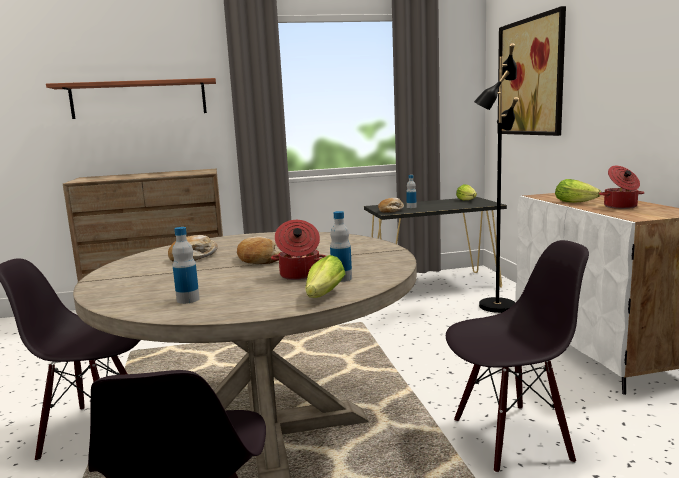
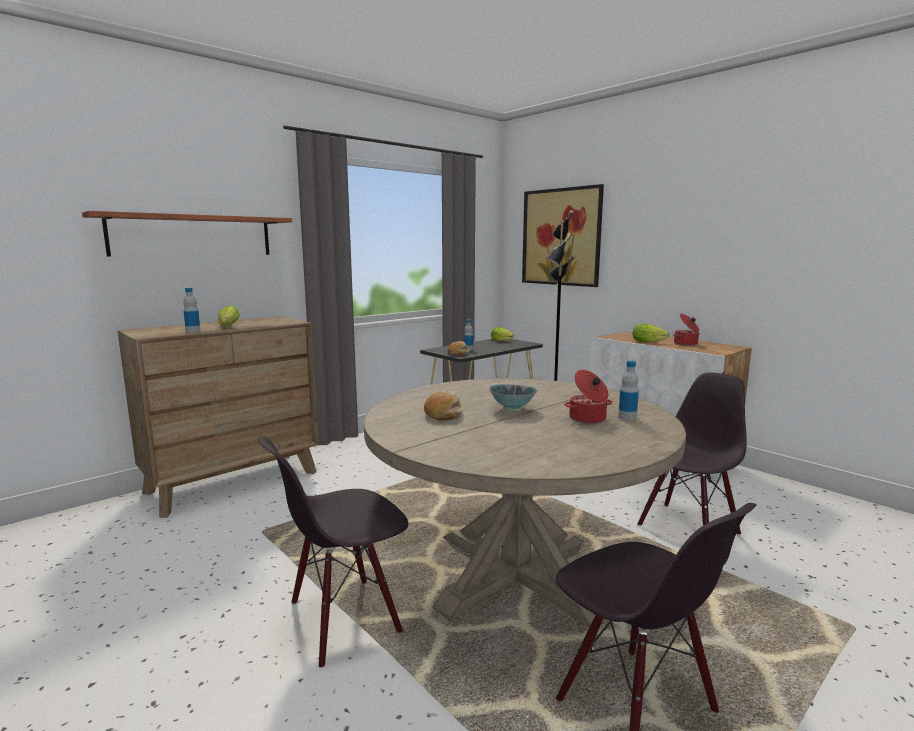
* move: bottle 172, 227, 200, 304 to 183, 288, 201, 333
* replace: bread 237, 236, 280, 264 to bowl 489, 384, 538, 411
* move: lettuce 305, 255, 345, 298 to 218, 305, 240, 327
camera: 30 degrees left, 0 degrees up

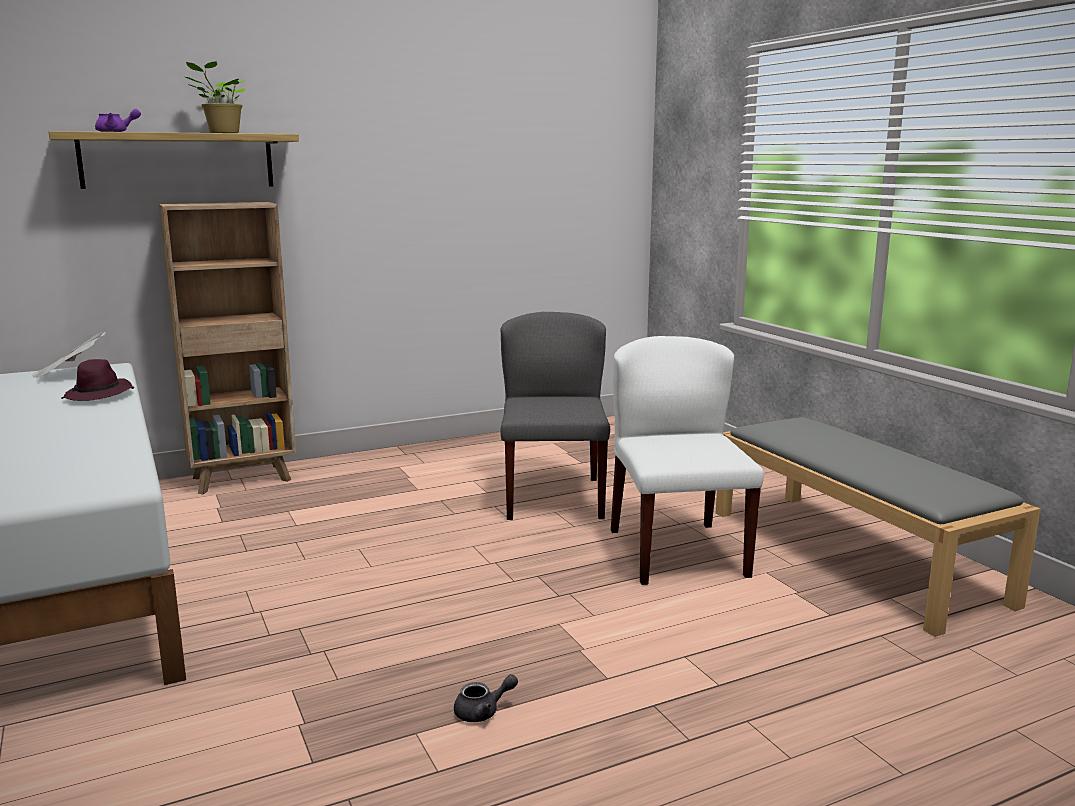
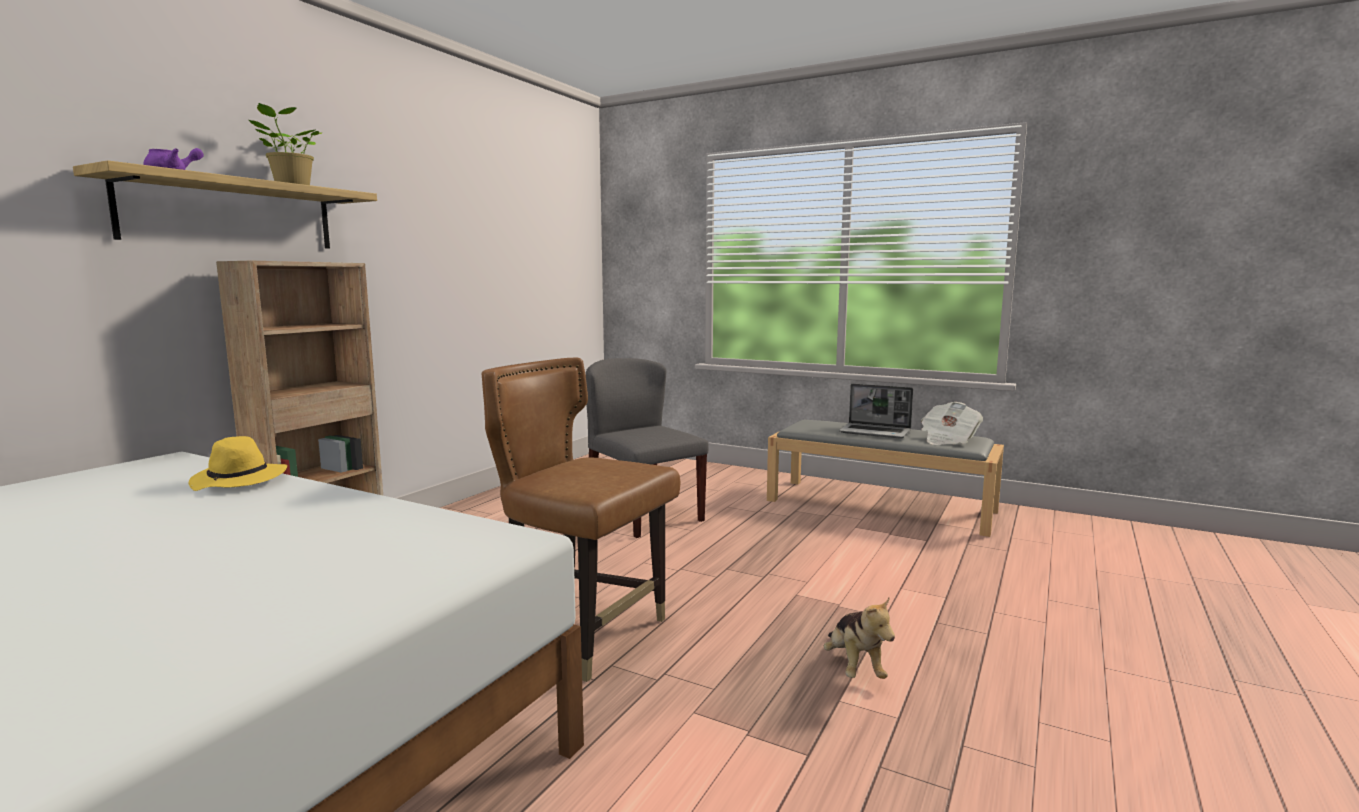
* move: newspaper 32, 332, 106, 379 to 921, 402, 983, 445
* delete: chair/white 611, 336, 764, 585
* recolor: hat/purple 61, 359, 134, 401 to hat/yellow 188, 436, 287, 491
* replace: teapot/grey 454, 674, 518, 722 to plush toy 824, 596, 895, 679
* insert: chair/brown 482, 357, 680, 682
* insert: laptop 839, 384, 913, 439
camera: 35 degrees left, 5 degrees down

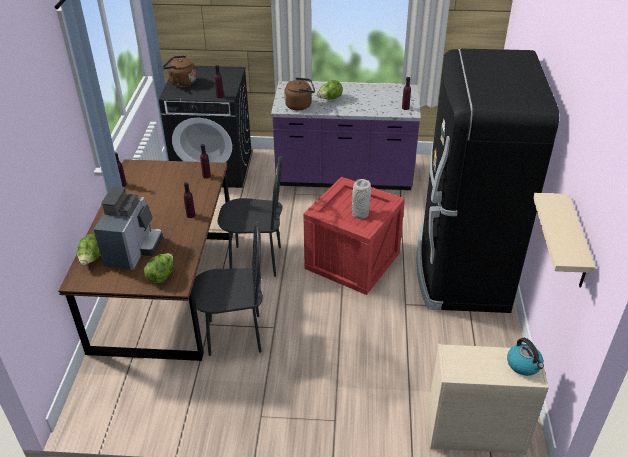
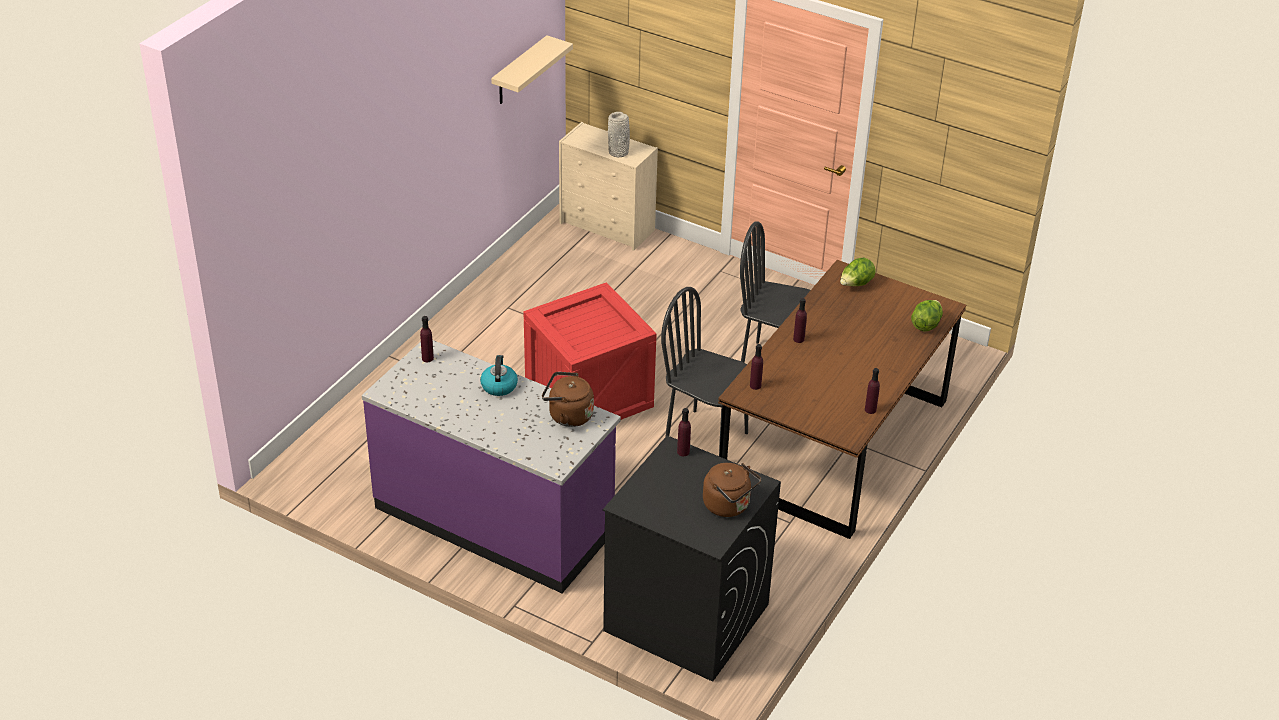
* delete: fridge/black 416, 49, 559, 313
* delete: lettuce 317, 80, 343, 100
* move: vase/grey 352, 179, 371, 219 to 608, 112, 630, 157
* delete: coffee machine 94, 186, 163, 270
* move: kettle 507, 338, 544, 376 to 480, 355, 518, 396
camera: 155 degrees left, 0 degrees up

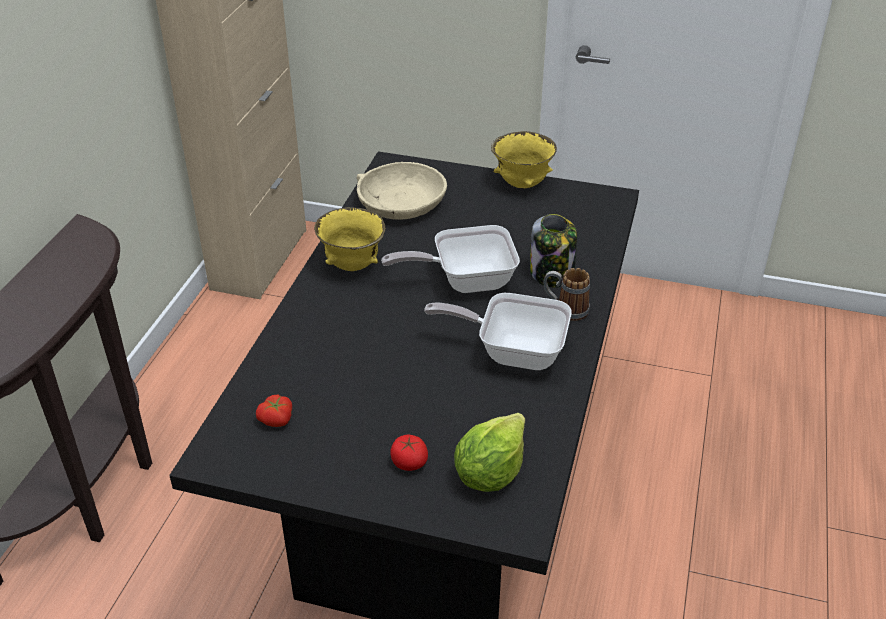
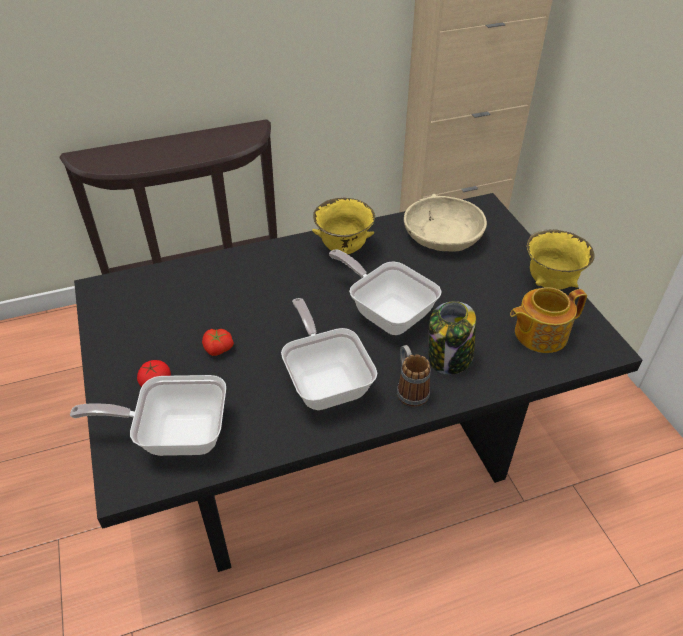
* move: tomato 256, 395, 292, 427 to 202, 329, 234, 356
* replace: lettuce 454, 413, 525, 492 to frying pan 70, 375, 226, 456
* insert: teapot 510, 287, 587, 353
camera: 55 degrees right, 5 degrees up

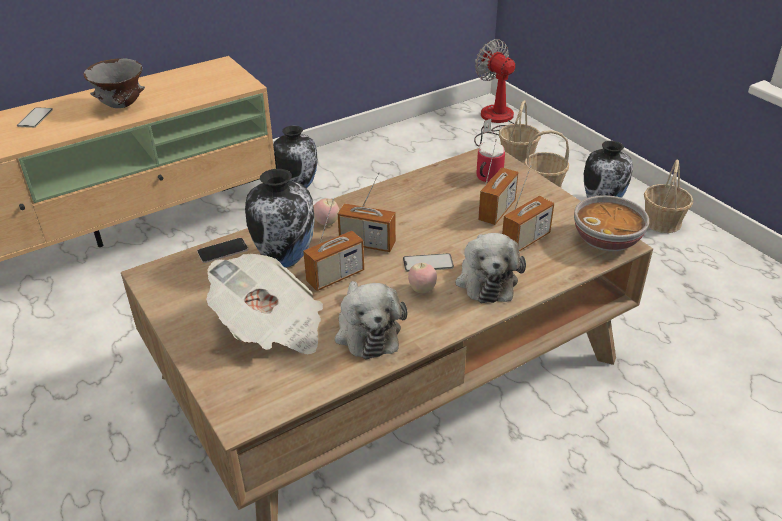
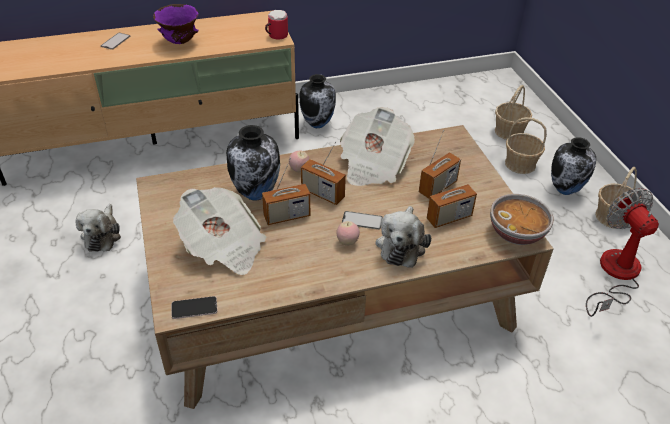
* move: fan 474, 39, 515, 147 to 586, 188, 659, 317
* recolor: bowl/grey 83, 58, 145, 108 to bowl/purple 153, 4, 199, 44
* move: mug 477, 142, 505, 182 to 265, 10, 288, 40
* move: phone 197, 238, 248, 263 to 171, 296, 217, 319
* move: plush toy 335, 281, 407, 359 to 75, 204, 121, 252
* insert: newspaper 340, 107, 415, 186
camera: 15 degrees right, 5 degrees up

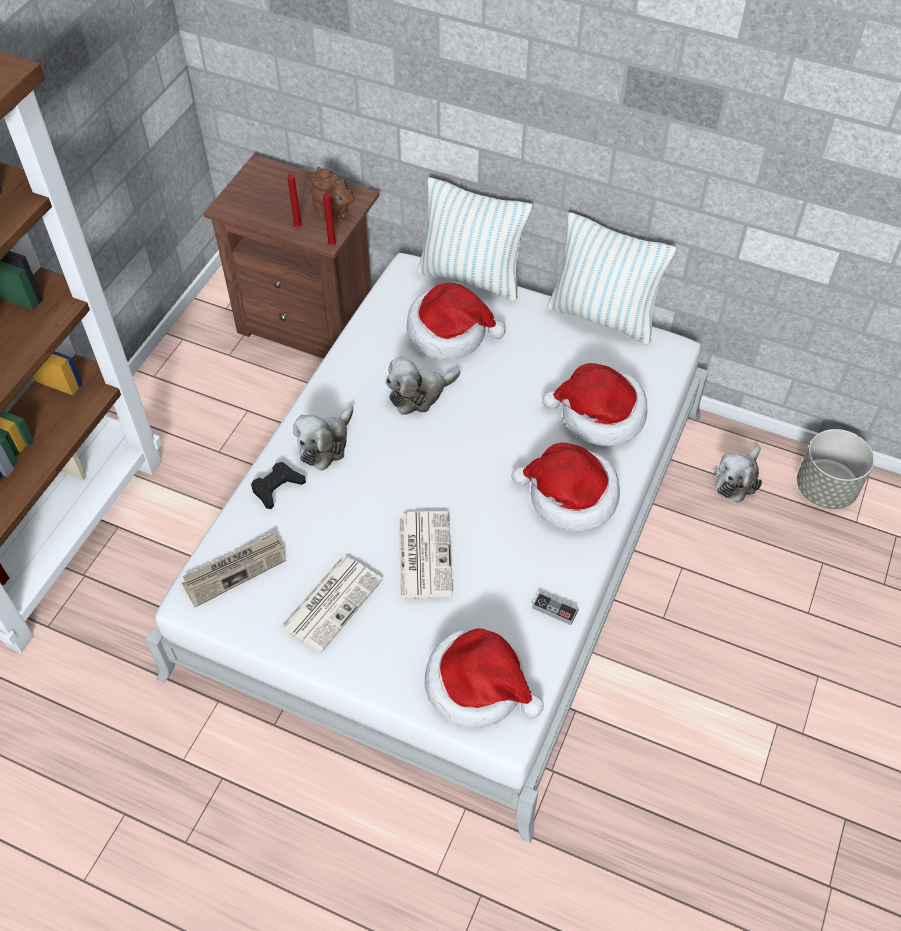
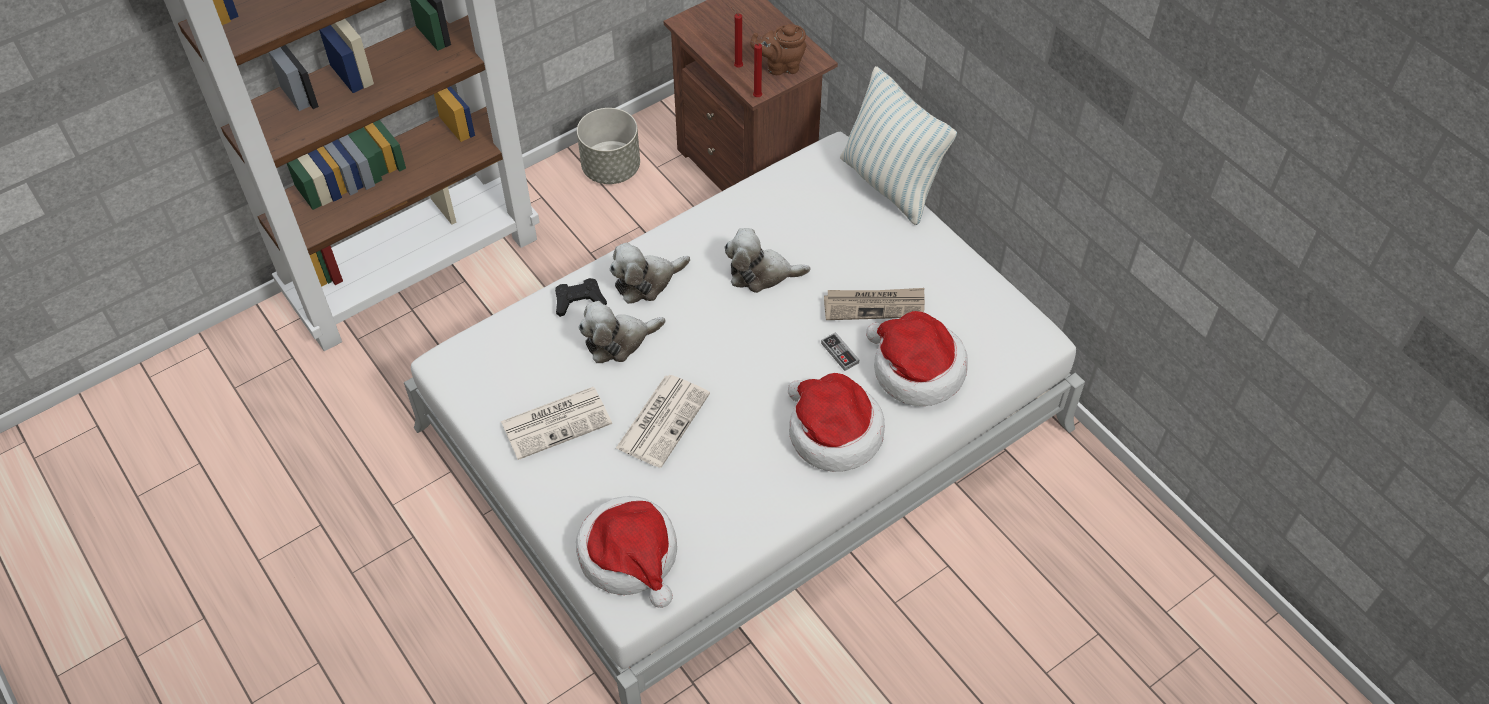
* rotate: teapot/brown 311, 167, 355, 221 = 750, 24, 807, 75 105 degrees clockwise
* delete: pillow 547, 212, 676, 345
* delete: hat 407, 283, 506, 360
* move: planter/grey 797, 429, 874, 509 to 577, 108, 640, 184
* move: plush toy 714, 446, 762, 503 to 578, 301, 665, 363
* move: newspaper 182, 532, 287, 607 to 824, 288, 925, 320
* move: game controller 532, 591, 579, 625 to 821, 332, 859, 371
camera: 30 degrees right, 0 degrees up

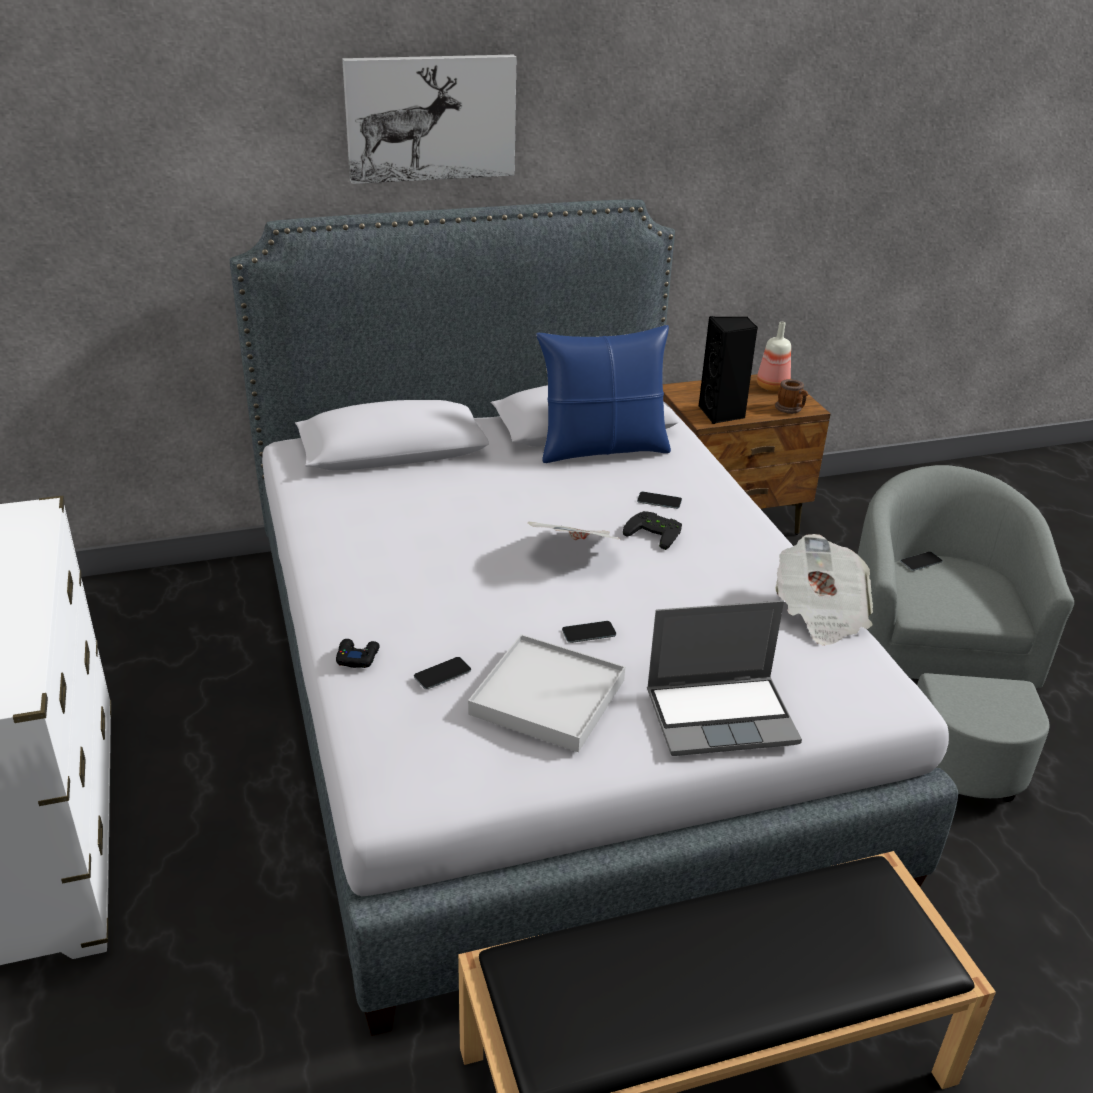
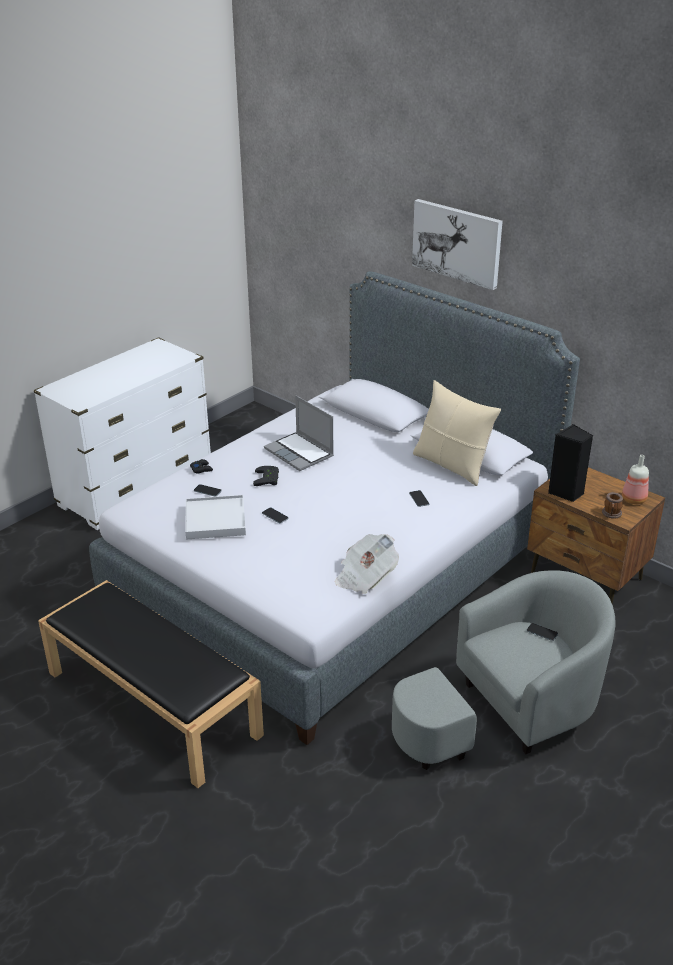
* recolor: pillow/blue 536, 325, 671, 463 to pillow/beige 413, 380, 501, 486
* move: game controller/black 623, 511, 682, 550 to 253, 466, 279, 486
* delete: newspaper 528, 522, 620, 540
* move: laptop 647, 601, 802, 756 to 264, 395, 334, 471
camera: 60 degrees right, 0 degrees up

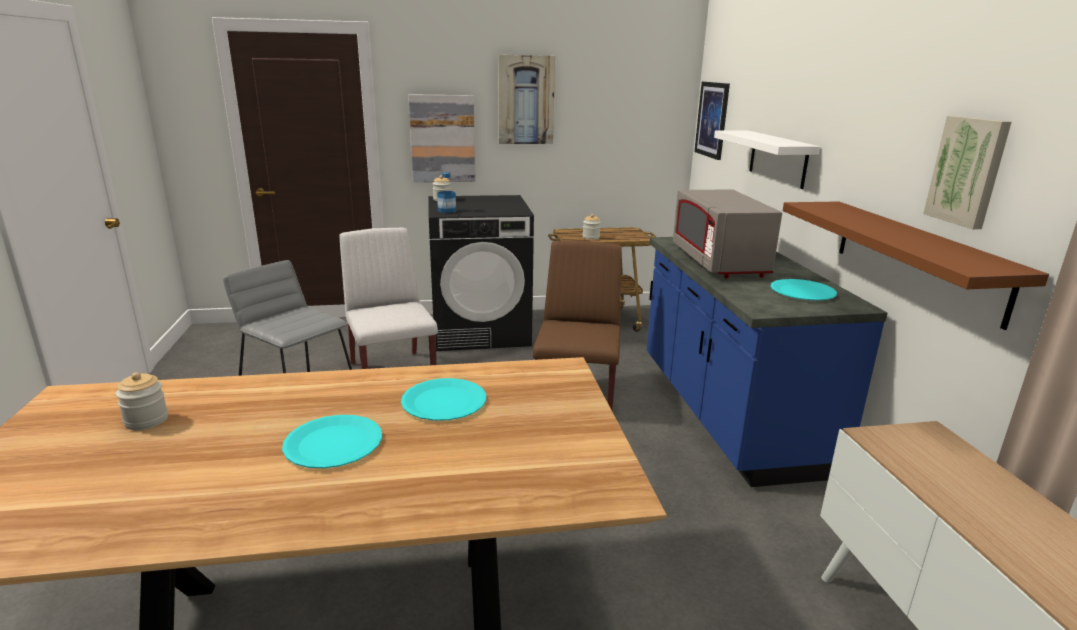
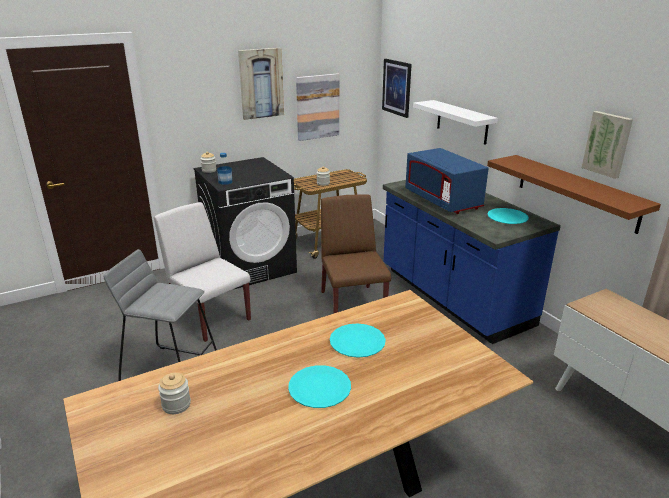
* move: picture 408, 94, 475, 182 to 296, 73, 339, 141
* recolor: microwave/grey 673, 190, 782, 278 to microwave/blue 405, 148, 489, 214
camera: 20 degrees left, 5 degrees up

